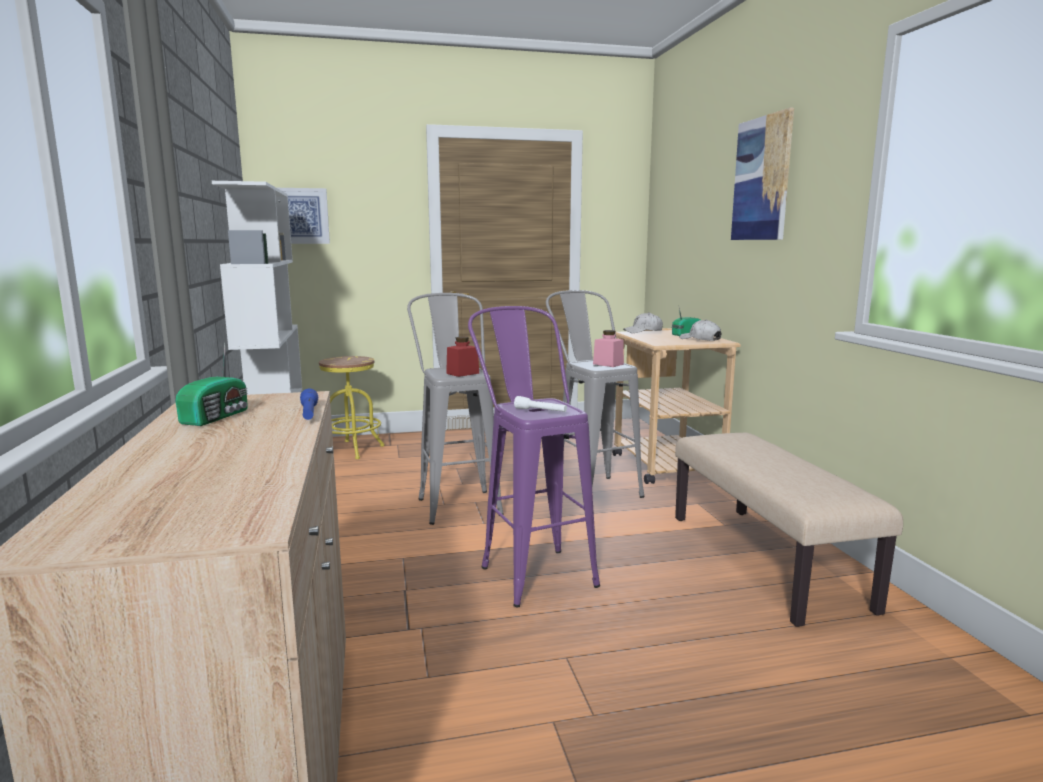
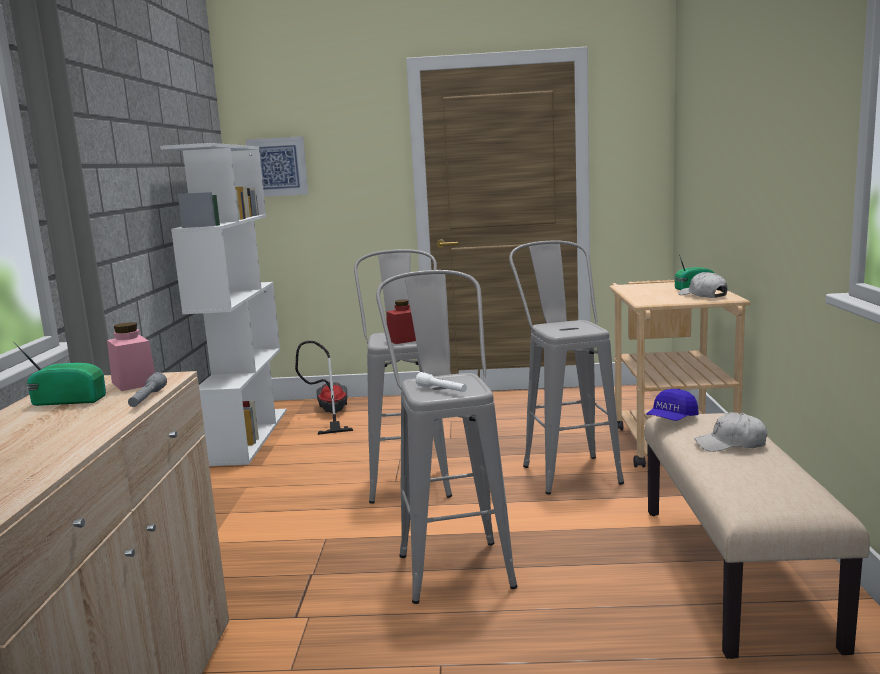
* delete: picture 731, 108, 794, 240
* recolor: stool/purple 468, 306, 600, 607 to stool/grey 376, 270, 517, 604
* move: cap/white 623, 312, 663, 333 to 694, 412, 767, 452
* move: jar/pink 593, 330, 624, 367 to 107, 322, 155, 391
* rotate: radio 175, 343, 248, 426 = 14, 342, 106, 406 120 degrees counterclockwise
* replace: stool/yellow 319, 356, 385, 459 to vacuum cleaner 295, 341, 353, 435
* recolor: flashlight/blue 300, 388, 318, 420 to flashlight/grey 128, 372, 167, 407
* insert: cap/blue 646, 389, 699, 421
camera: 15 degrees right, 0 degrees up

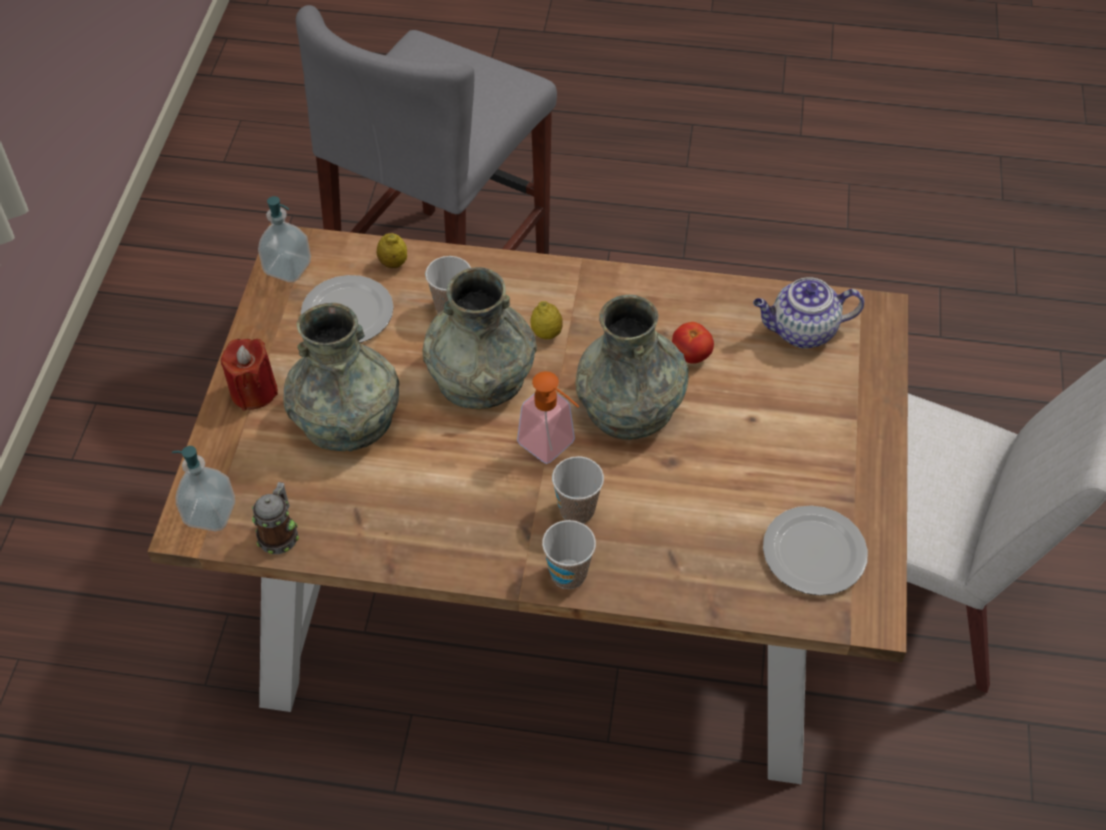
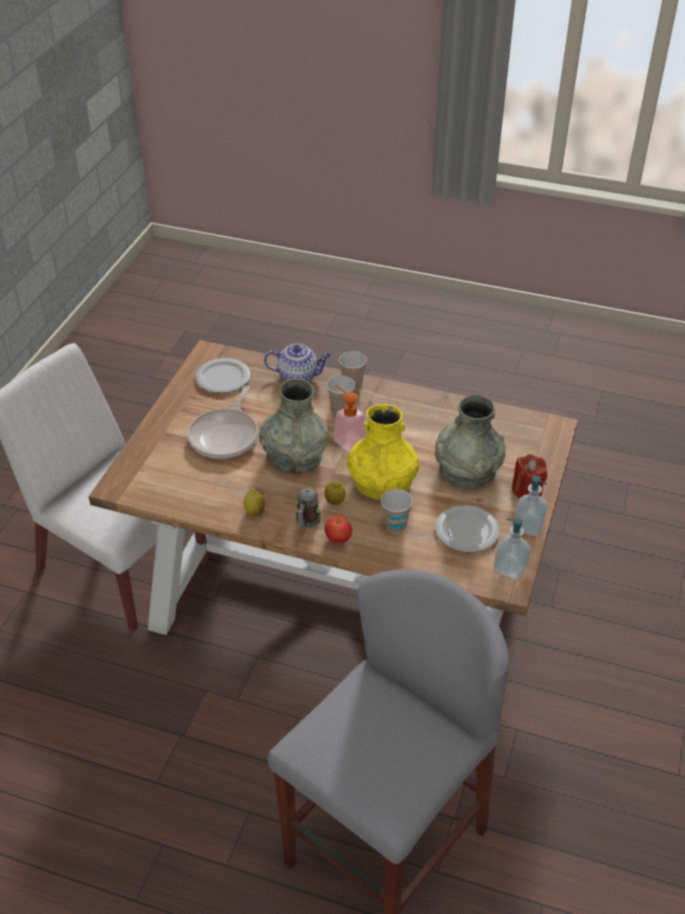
* move: lemon 377, 233, 407, 268 to 243, 488, 265, 515
* recolor: vase/grey 423, 267, 537, 409 to vase/yellow 347, 404, 419, 500
* move: teapot 753, 277, 864, 348 to 264, 343, 331, 381
* move: tomato 672, 322, 714, 364 to 325, 515, 352, 543
* move: soap dispenser 172, 446, 235, 531 to 513, 476, 548, 536
* move: mug 252, 482, 299, 554 to 295, 488, 321, 528
* insert: frying pan 188, 386, 258, 459
camera: 170 degrees left, 10 degrees down

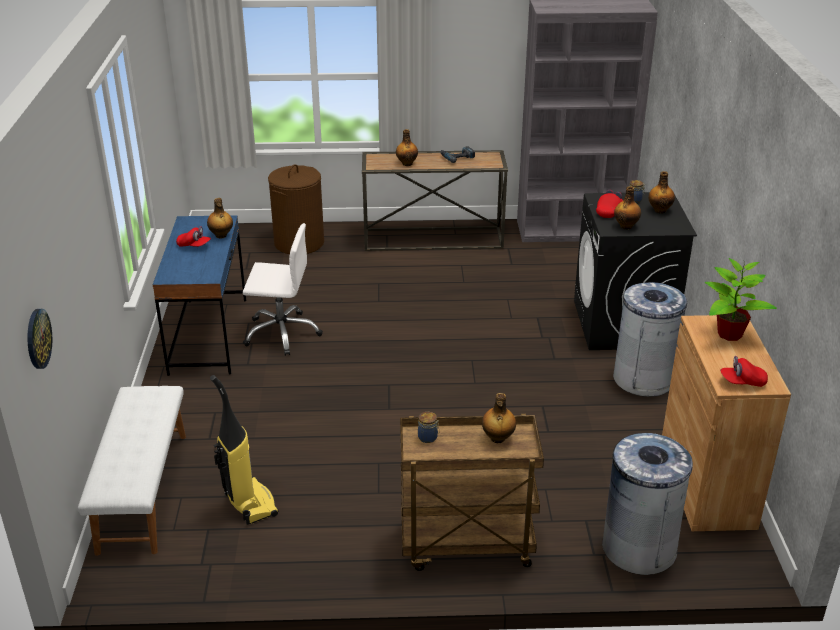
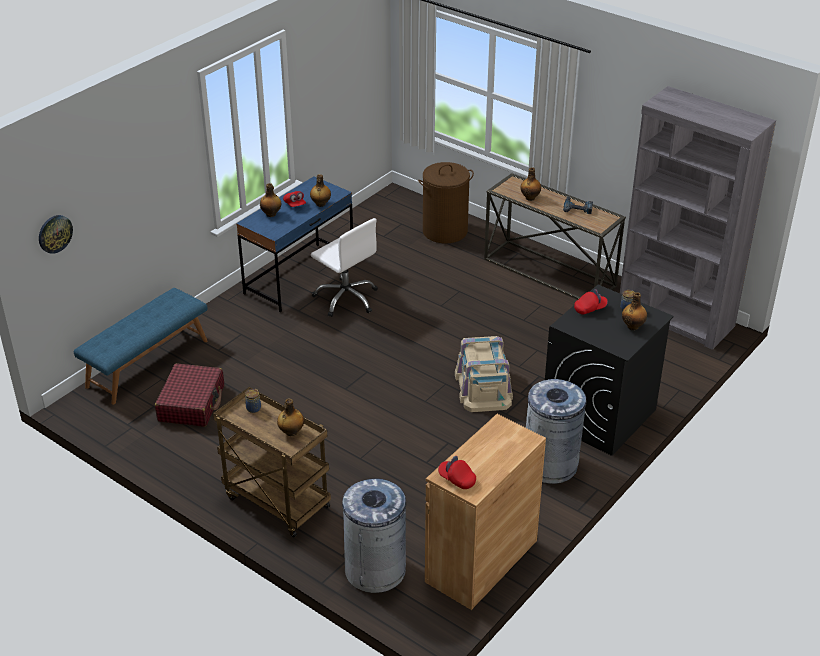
* move: bottle 614, 186, 641, 230 to 260, 183, 281, 217
* delete: potted plant 705, 258, 777, 341
* replace: vacuum cleaner 210, 375, 278, 525 to suitcase/red 155, 363, 224, 427
* recolor: bench/white 78, 386, 186, 556 to bench/blue 74, 288, 208, 405
* insert: storage box/beige 455, 336, 513, 412
camera: 40 degrees right, 5 degrees up

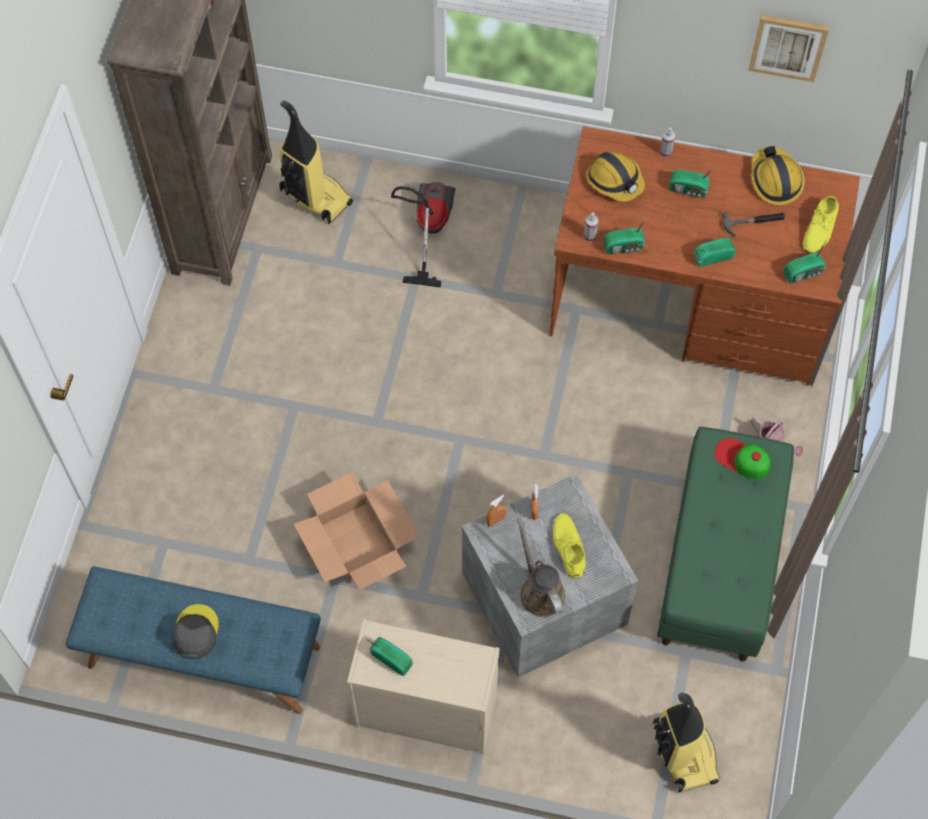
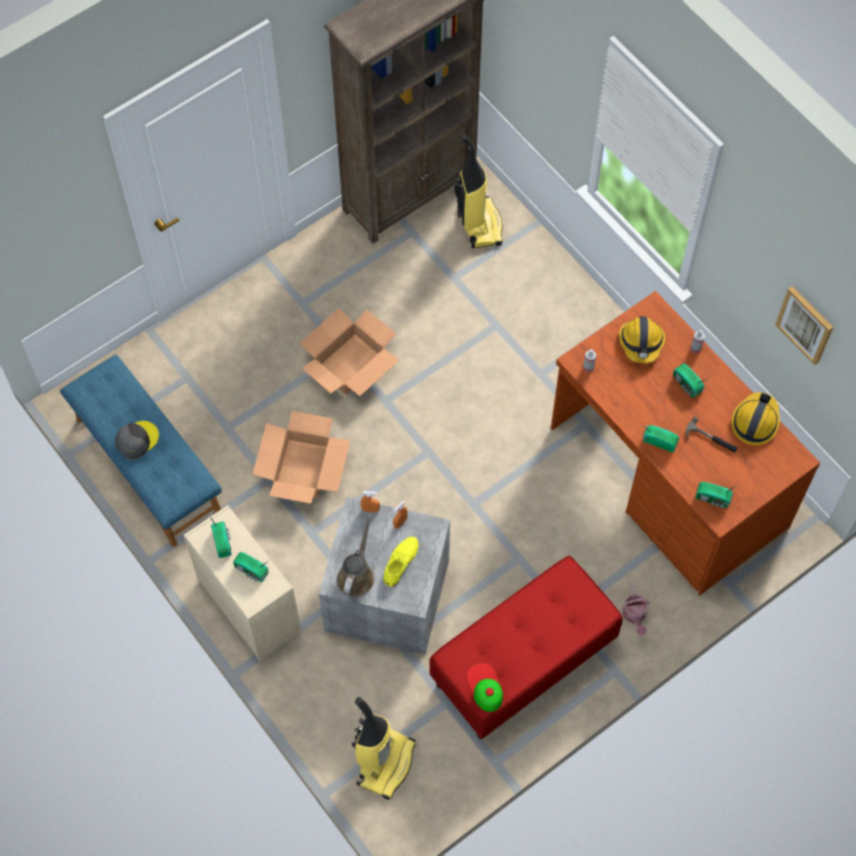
* delete: vacuum cleaner 391, 182, 456, 288
* delete: shoe/yellow 803, 196, 839, 253
* move: radio 604, 218, 646, 254 to 233, 552, 269, 582
* recolor: bench/green 657, 427, 794, 662 to bench/red 429, 555, 623, 739
* move: cap 714, 438, 771, 479 to 467, 663, 503, 712
* insert: cardboard box 300, 308, 399, 396
camera: 40 degrees right, 0 degrees up

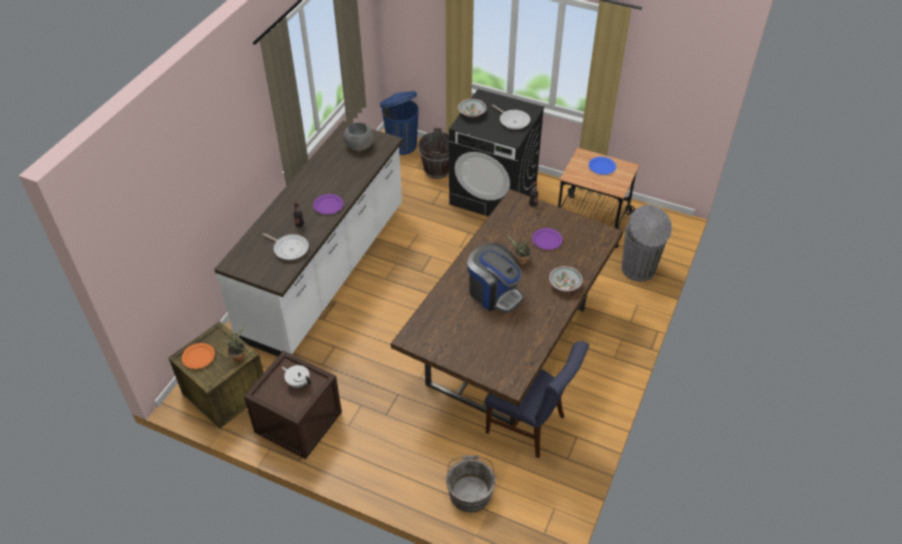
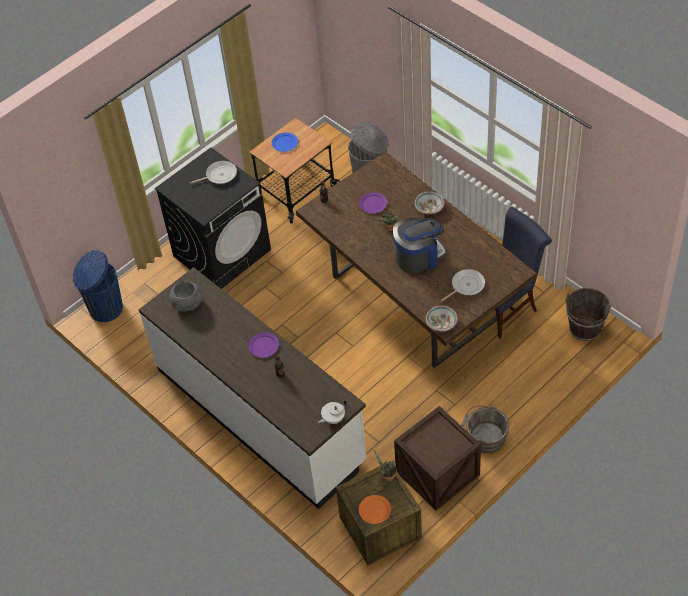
* move: bowl 458, 99, 487, 118 to 426, 306, 458, 331
* move: bucket/brown 418, 128, 449, 179 to 566, 288, 612, 341
* move: frying pan 262, 233, 309, 260 to 441, 269, 485, 301
* move: teapot/white 282, 365, 311, 388 to 318, 400, 347, 424
* move: bucket/grey 446, 455, 496, 513 to 461, 405, 509, 453
camera: 65 degrees left, 5 degrees up

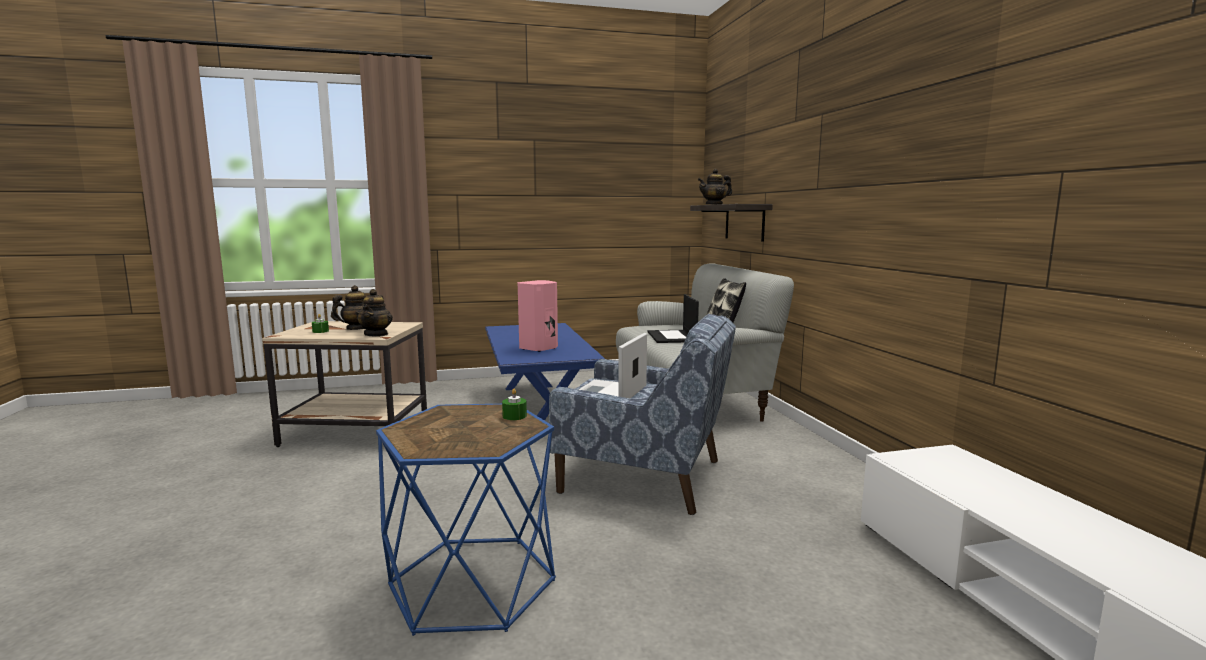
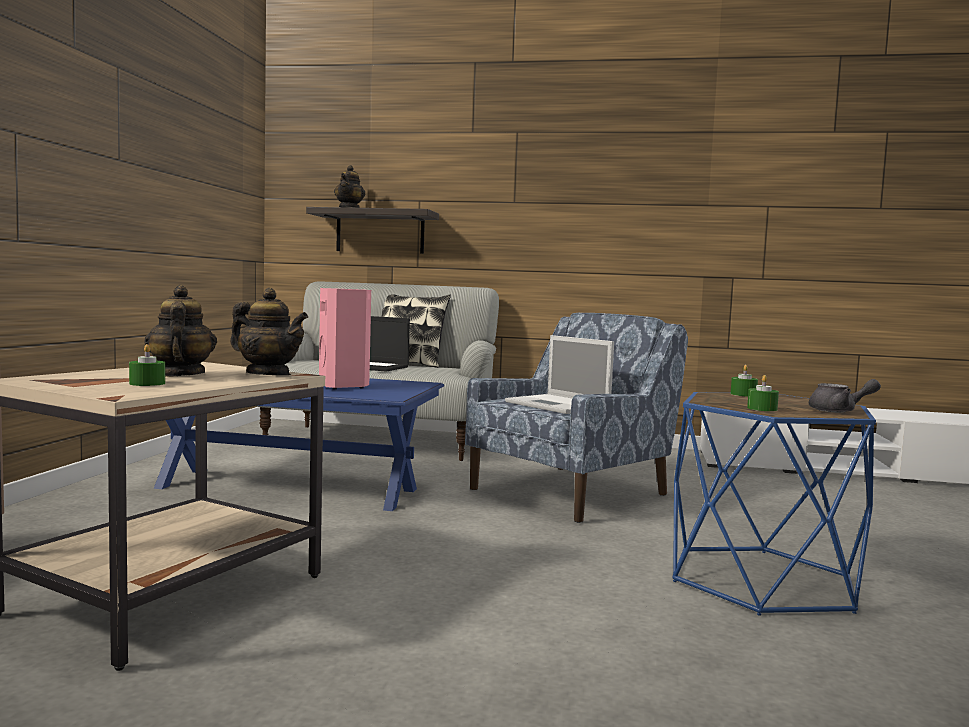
* insert: candle/green 747, 375, 779, 411
* insert: teapot/grey 809, 379, 881, 413
camera: 65 degrees left, 5 degrees down

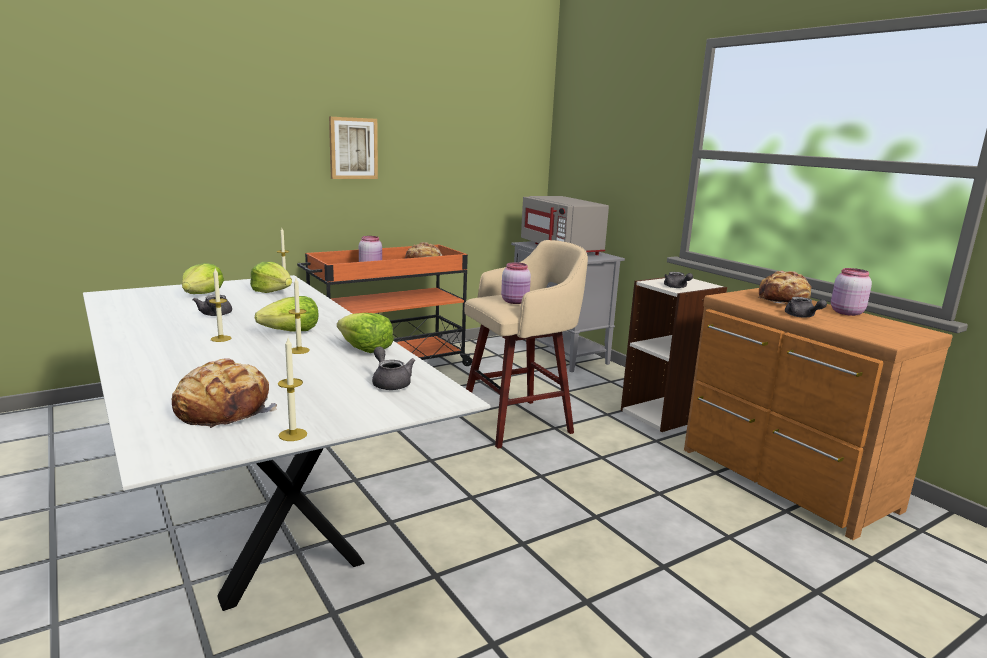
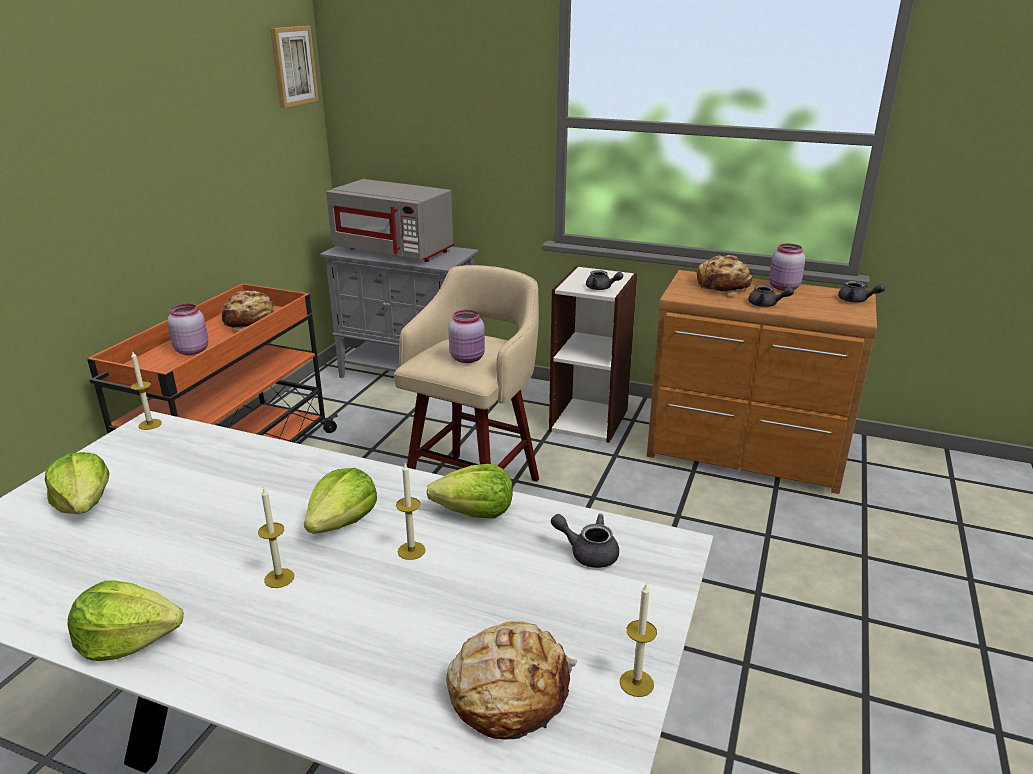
* move: picture 329, 117, 378, 179 to 270, 26, 319, 108
* move: lettuce 250, 262, 292, 293 to 68, 581, 184, 661
* move: teapot/grey 193, 295, 232, 316 to 838, 281, 885, 303
camera: 35 degrees left, 10 degrees up

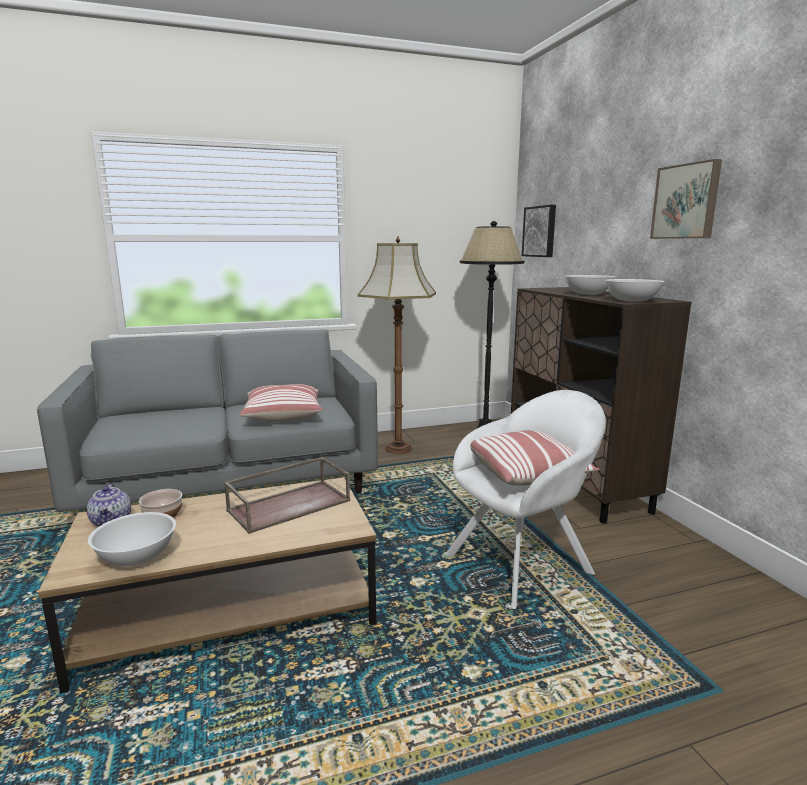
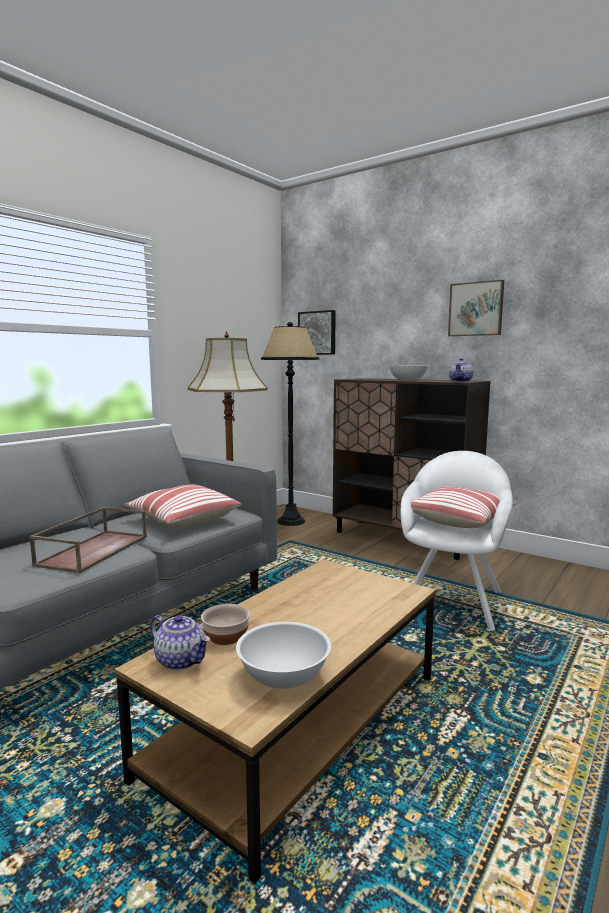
* replace: bowl/white 606, 279, 665, 302 to teapot 449, 358, 473, 382
* move: tray/brown 224, 457, 350, 534 to 29, 507, 147, 573
camera: 35 degrees left, 5 degrees down

